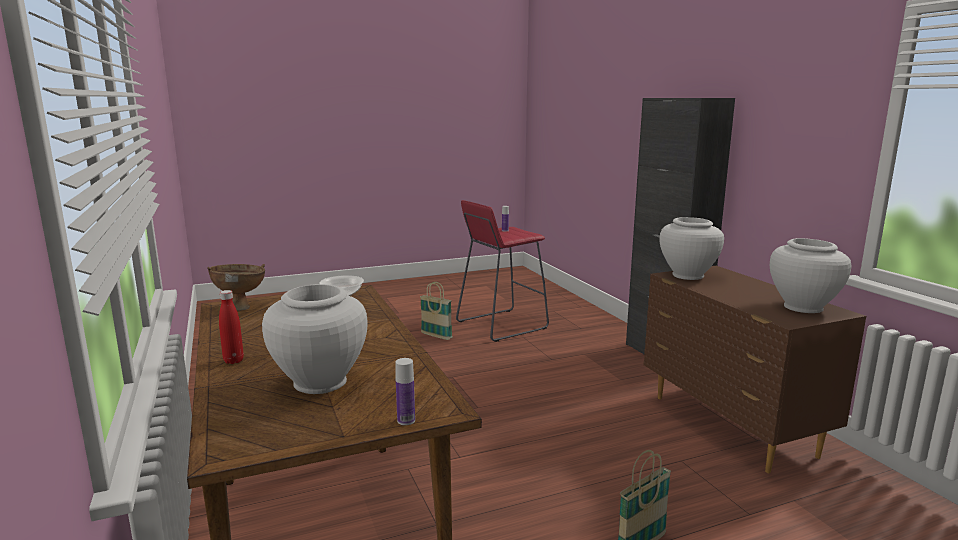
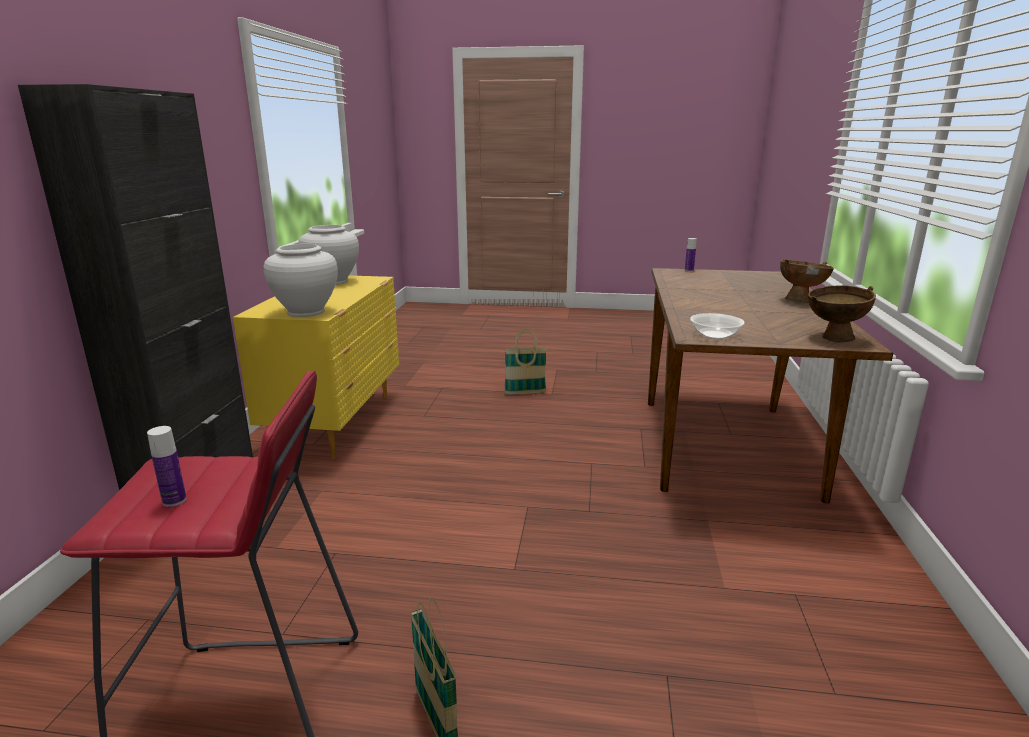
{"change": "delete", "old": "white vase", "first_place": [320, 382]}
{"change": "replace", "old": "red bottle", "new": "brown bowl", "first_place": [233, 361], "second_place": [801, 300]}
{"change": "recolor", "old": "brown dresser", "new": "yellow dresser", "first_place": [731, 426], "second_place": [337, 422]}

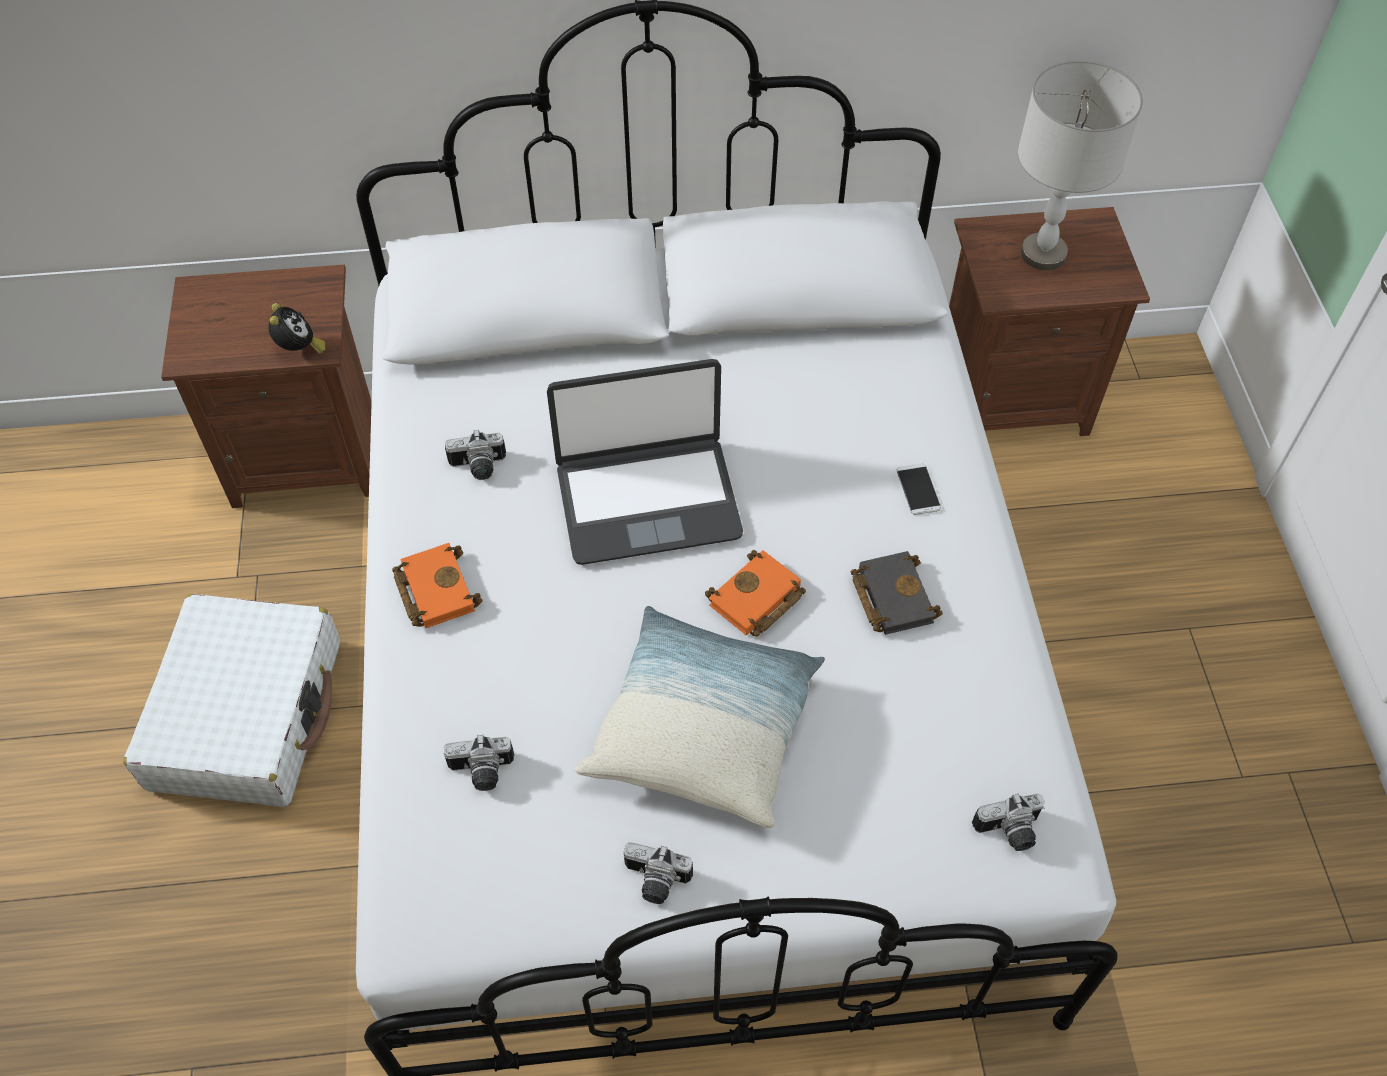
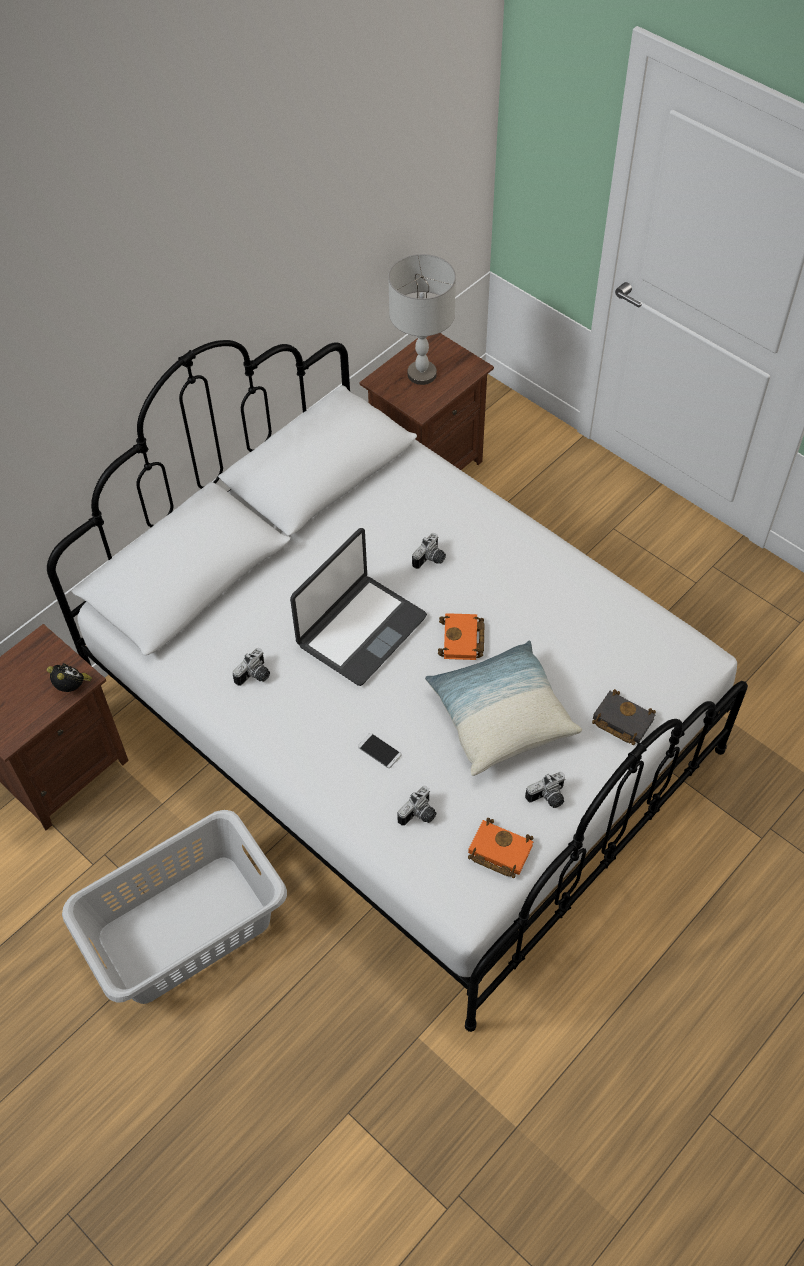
{"change": "move", "old": "orange book", "first_place": [434, 589], "second_place": [497, 851]}
{"change": "move", "old": "black book", "first_place": [890, 596], "second_place": [620, 721]}
{"change": "move", "old": "phone", "first_place": [918, 489], "second_place": [379, 751]}
{"change": "move", "old": "photo camera", "first_place": [1009, 832], "second_place": [431, 560]}
{"change": "replace", "old": "white suitcase", "new": "grey laundry basket", "first_place": [248, 714], "second_place": [183, 928]}

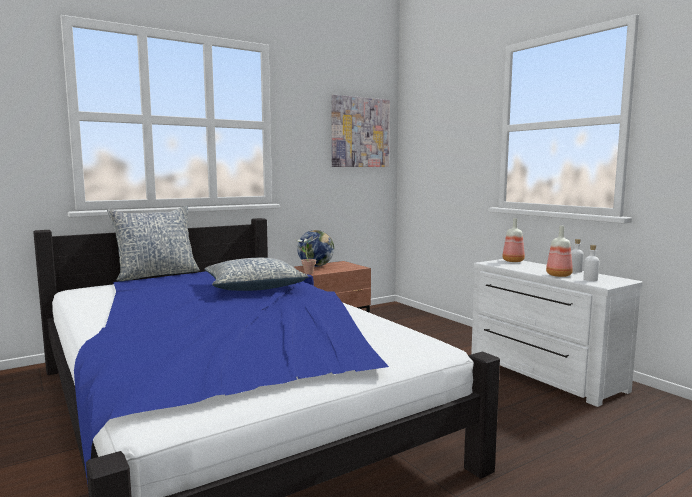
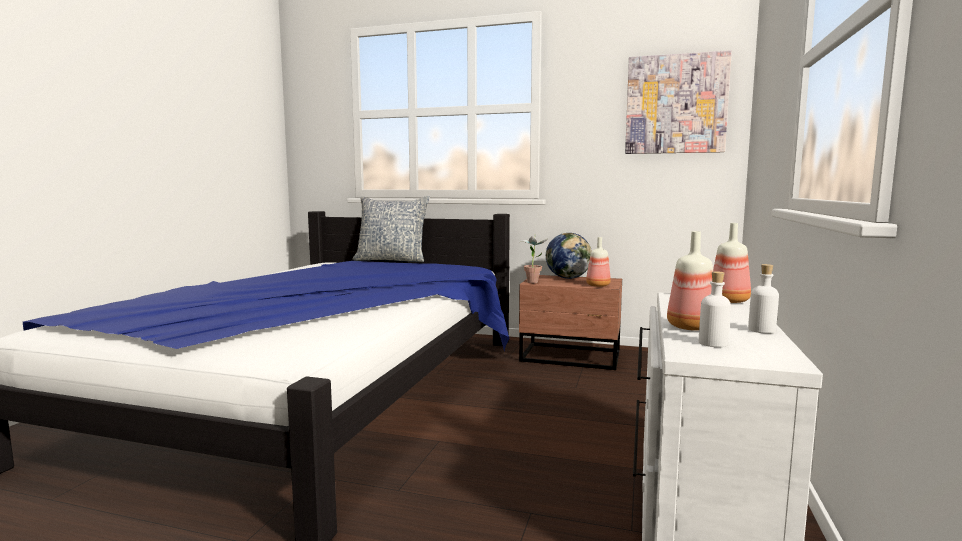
{"change": "delete", "old": "pillow", "first_place": [255, 287]}
{"change": "insert", "new": "bottle", "second_place": [597, 285]}

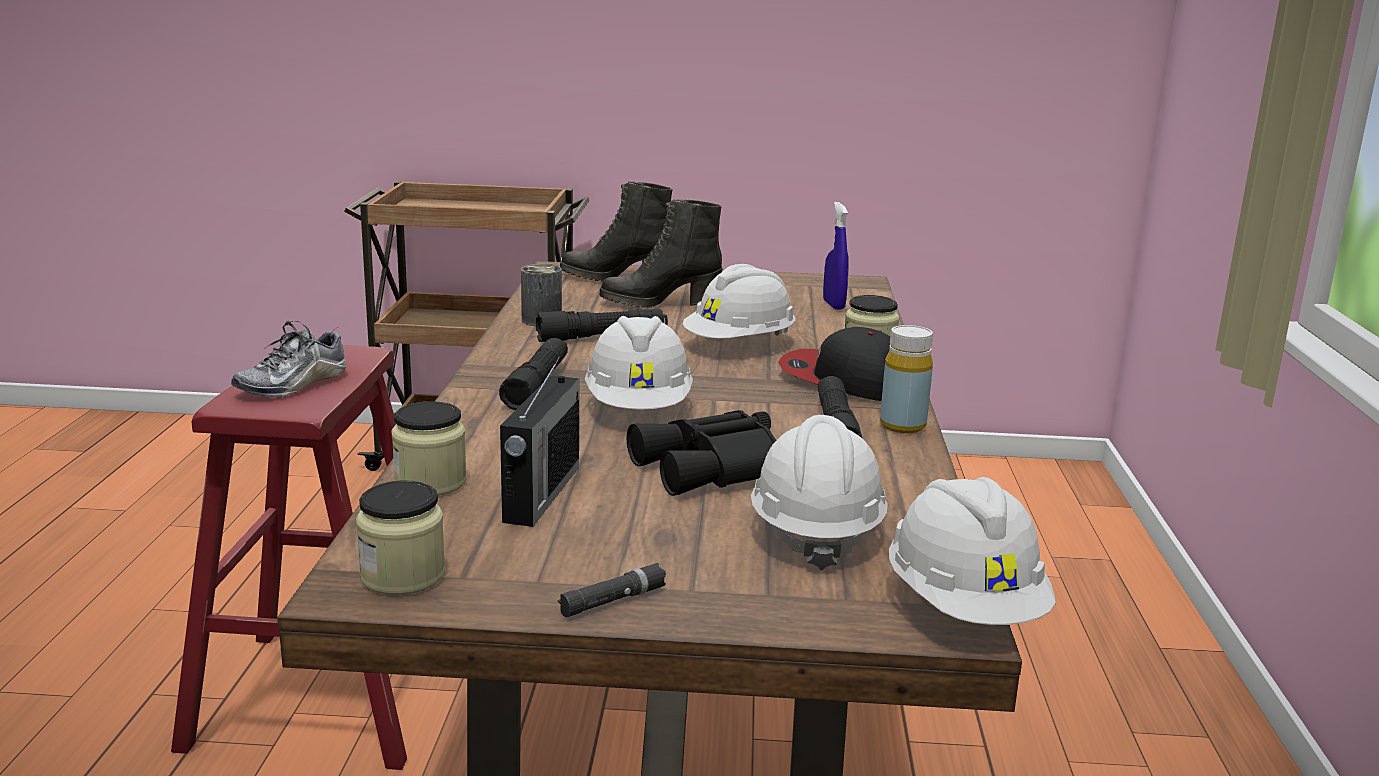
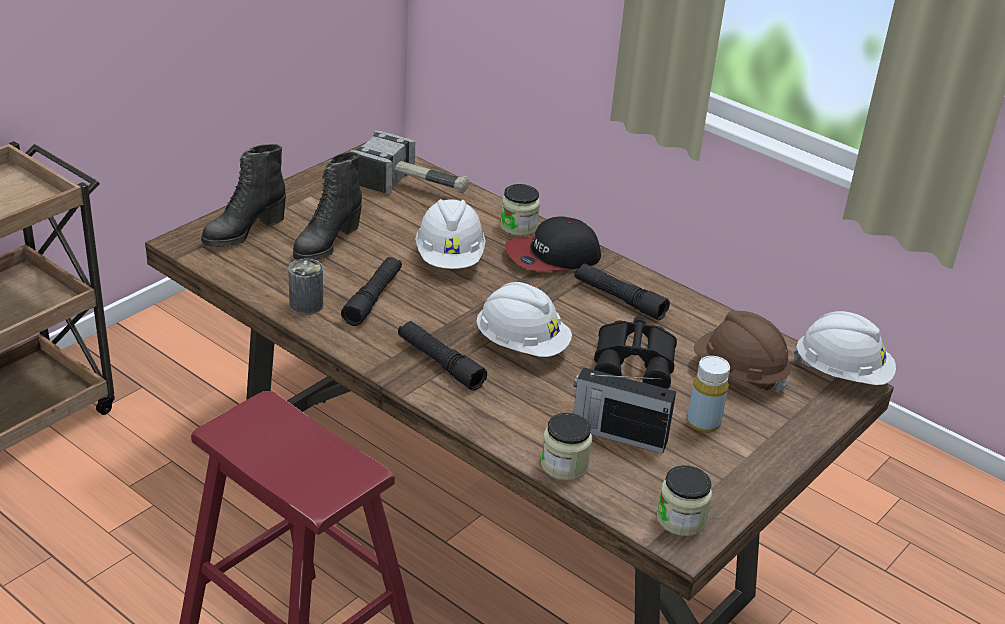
{"change": "delete", "old": "shoe", "first_place": [293, 384]}
{"change": "delete", "old": "black flashlight", "first_place": [612, 600]}
{"change": "move", "old": "yellow bottle", "first_place": [902, 425], "second_place": [703, 423]}
{"change": "replace", "old": "blue spray bottle", "new": "hammer", "first_place": [833, 305], "second_place": [413, 187]}
{"change": "recolor", "old": "white hard hat", "new": "brown hard hat", "first_place": [815, 532], "second_place": [739, 373]}
{"change": "rotate", "old": "radio", "first_place": [540, 494], "second_place": [617, 434], "degrees": 150}

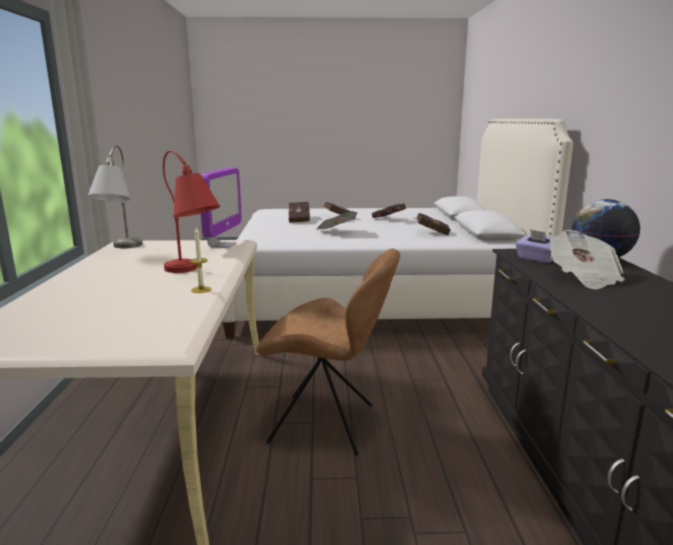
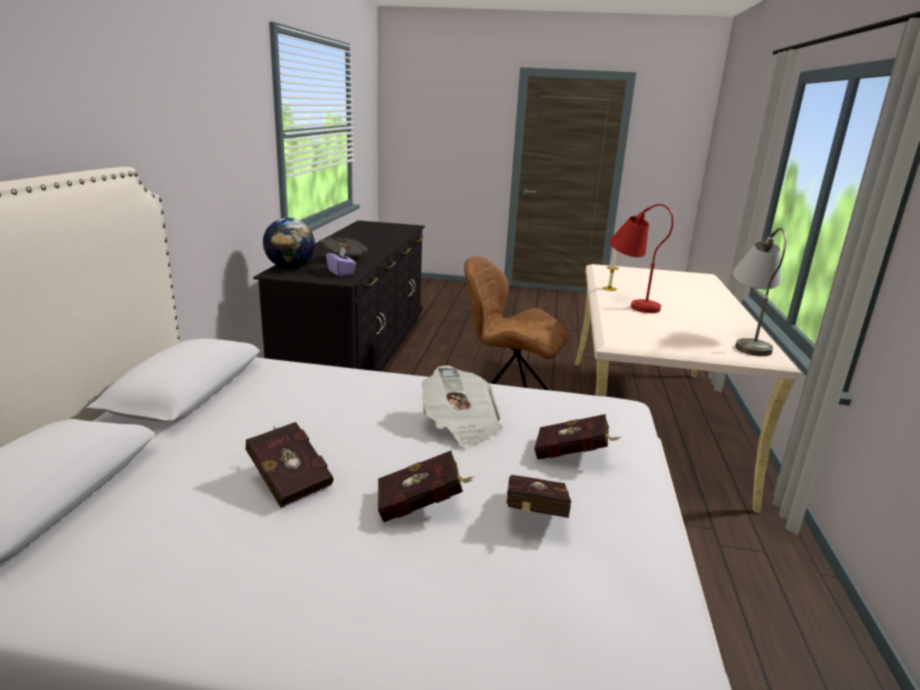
{"change": "delete", "old": "monitor", "first_place": [222, 245]}
{"change": "move", "old": "red book", "first_place": [431, 233], "second_place": [573, 455]}

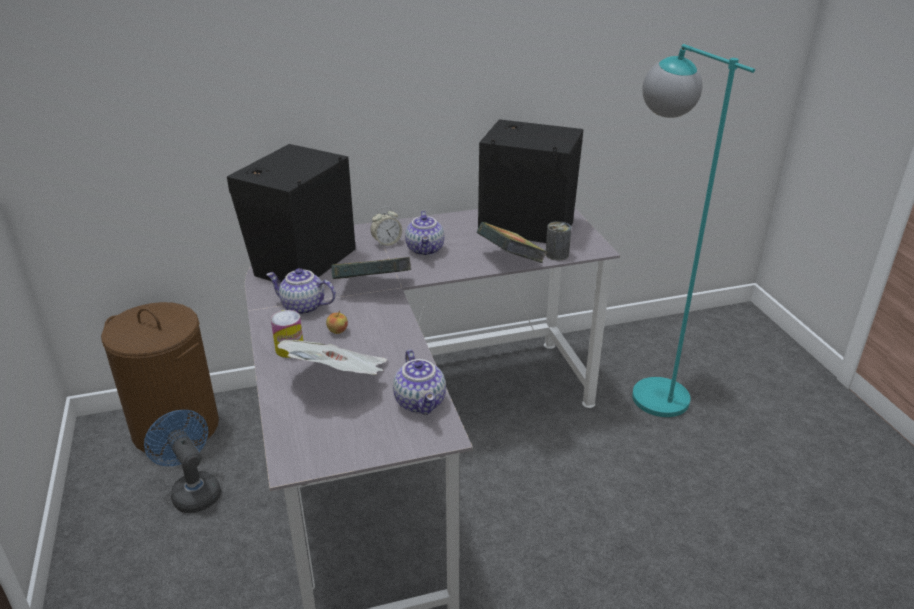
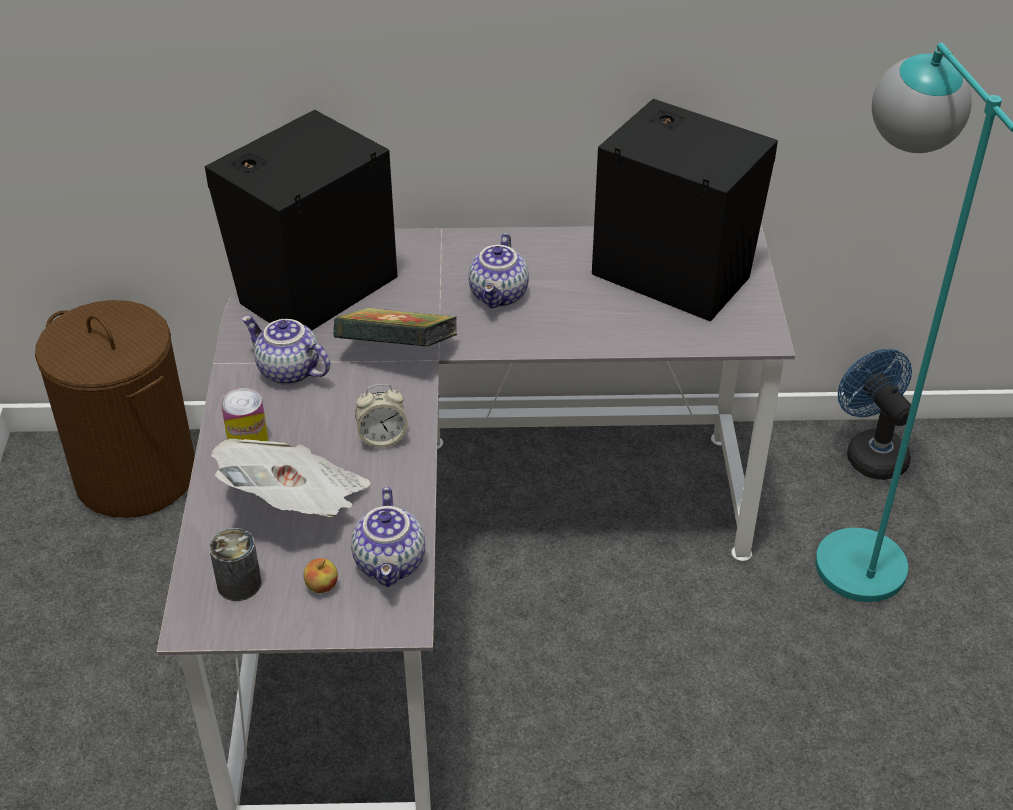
{"change": "delete", "old": "book", "first_place": [510, 261]}
{"change": "move", "old": "blue fan", "first_place": [193, 491], "second_place": [870, 452]}
{"change": "move", "old": "apple", "first_place": [337, 331], "second_place": [322, 586]}
{"change": "move", "old": "alarm clock", "first_place": [386, 243], "second_place": [382, 438]}
{"change": "move", "old": "can", "first_place": [557, 254], "second_place": [239, 583]}

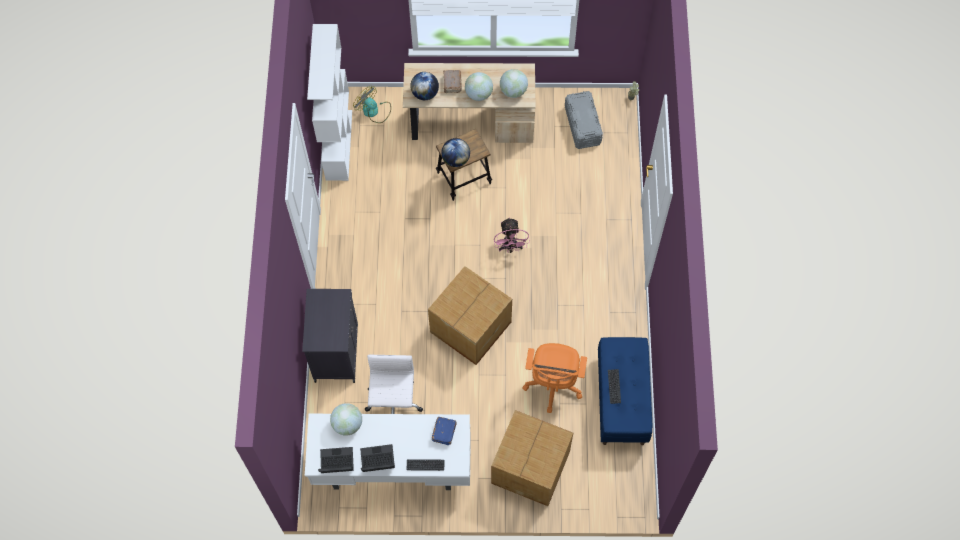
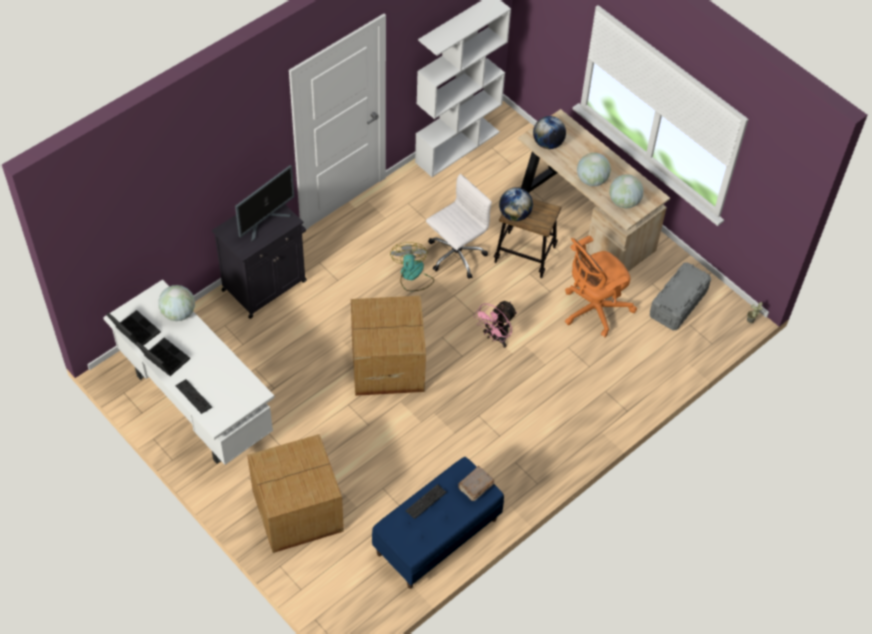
{"change": "delete", "old": "blue book", "first_place": [444, 432]}
{"change": "insert", "new": "monitor", "second_place": [265, 221]}
{"change": "move", "old": "fan", "first_place": [374, 111], "second_place": [412, 275]}
{"change": "move", "old": "white office chair", "first_place": [394, 403], "second_place": [455, 256]}
{"change": "move", "old": "brown book", "first_place": [452, 84], "second_place": [475, 487]}
{"change": "move", "old": "orange office chair", "first_place": [553, 385], "second_place": [593, 310]}

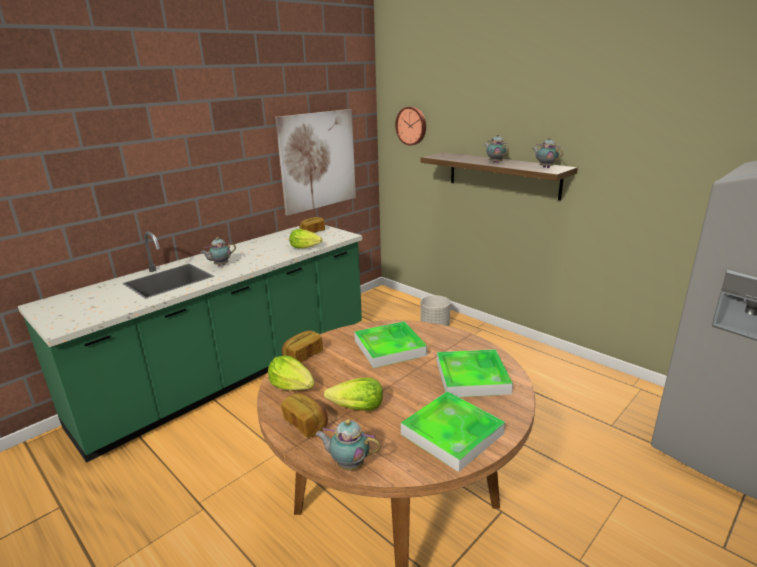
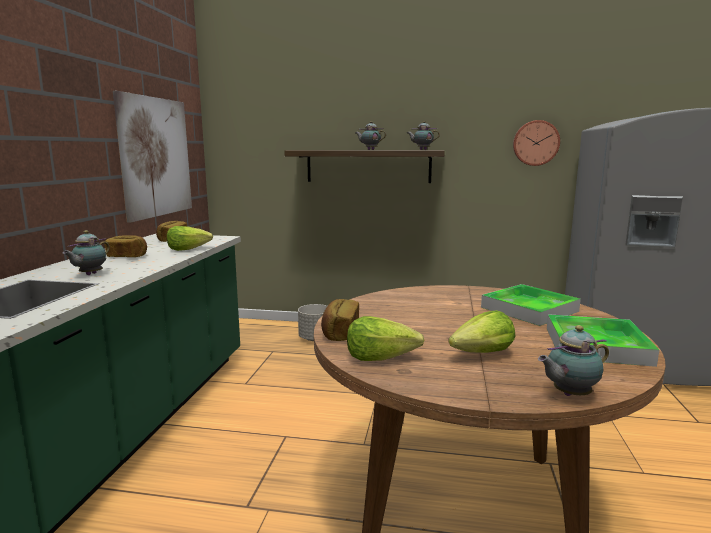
{"change": "delete", "old": "tray", "first_place": [389, 348]}
{"change": "move", "old": "bread", "first_place": [306, 424], "second_place": [127, 256]}
{"change": "move", "old": "wall clock", "first_place": [412, 126], "second_place": [535, 143]}

